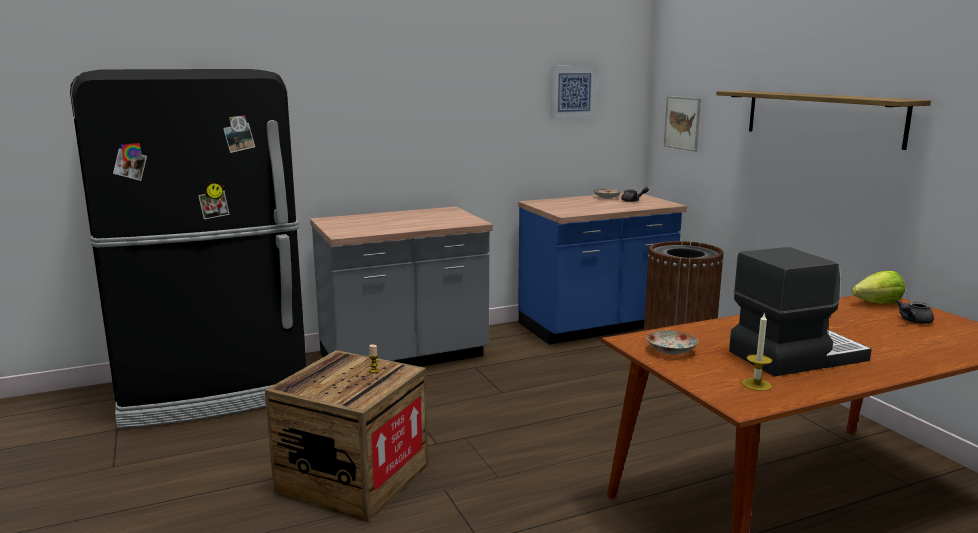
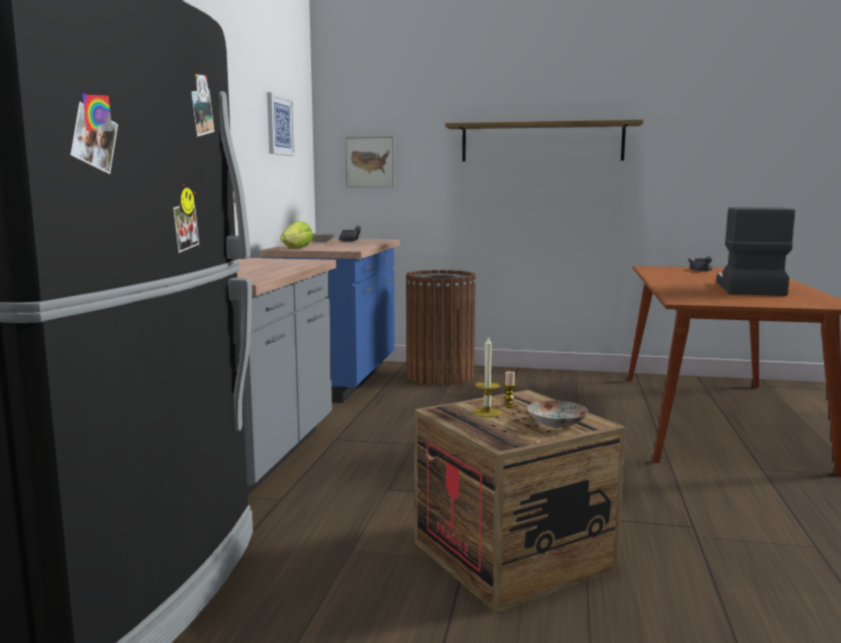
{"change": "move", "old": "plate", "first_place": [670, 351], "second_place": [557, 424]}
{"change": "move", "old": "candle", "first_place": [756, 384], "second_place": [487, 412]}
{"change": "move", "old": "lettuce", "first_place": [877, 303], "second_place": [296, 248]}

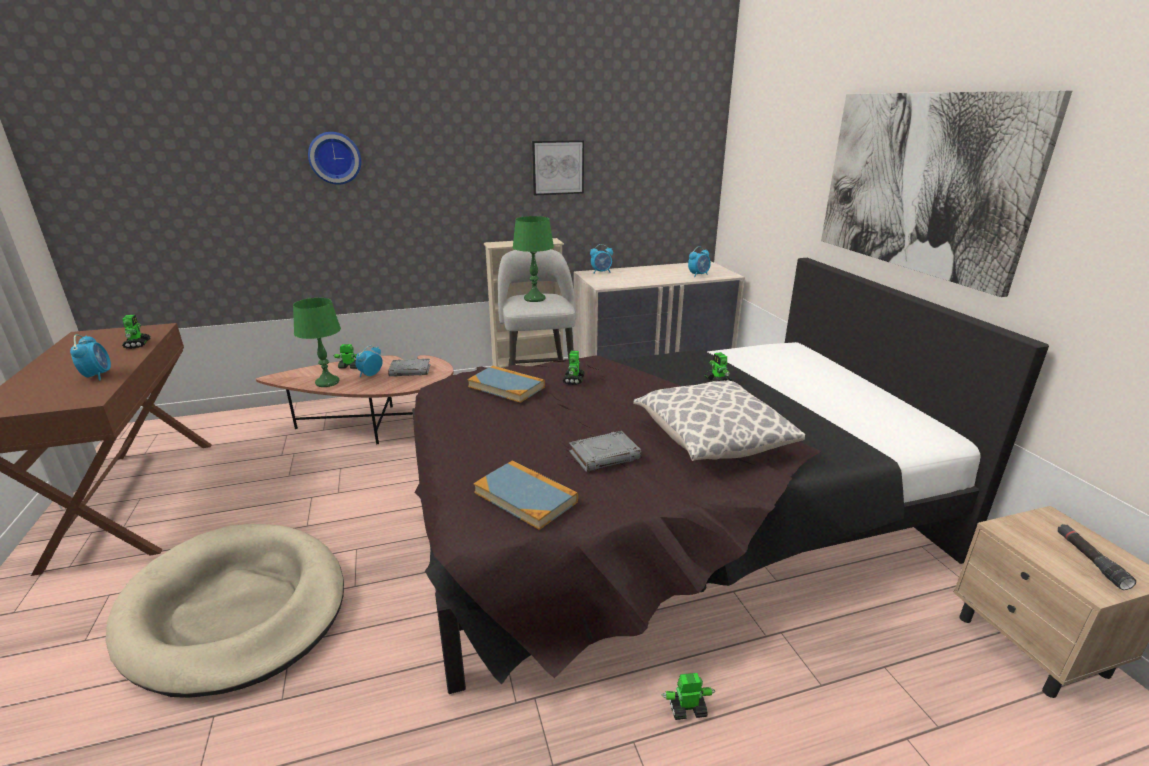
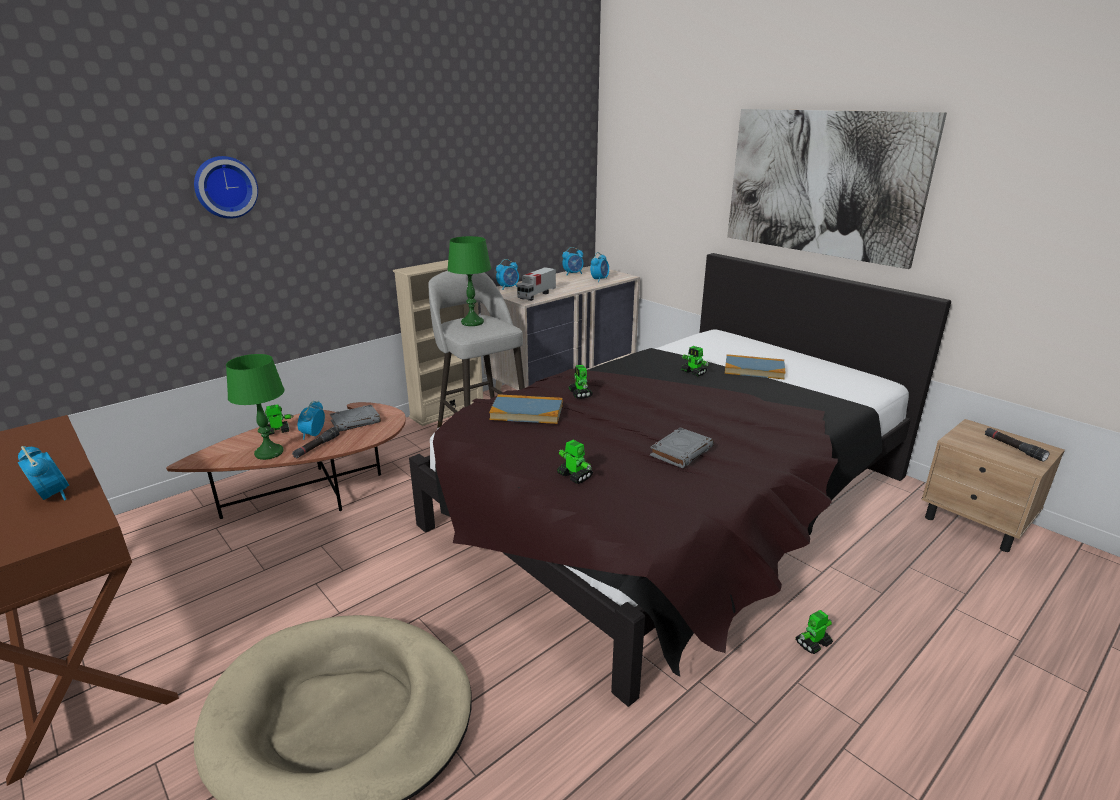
{"change": "delete", "old": "picture", "first_place": [557, 167]}
{"change": "delete", "old": "pillow", "first_place": [712, 440]}
{"change": "insert", "new": "black flashlight", "second_place": [316, 447]}
{"change": "insert", "new": "toy truck", "second_place": [536, 295]}
{"change": "insert", "new": "alarm clock", "second_place": [573, 274]}
{"change": "move", "old": "toy robot", "first_place": [137, 344], "second_place": [574, 476]}
{"change": "move", "old": "book", "first_place": [525, 497], "second_place": [754, 369]}

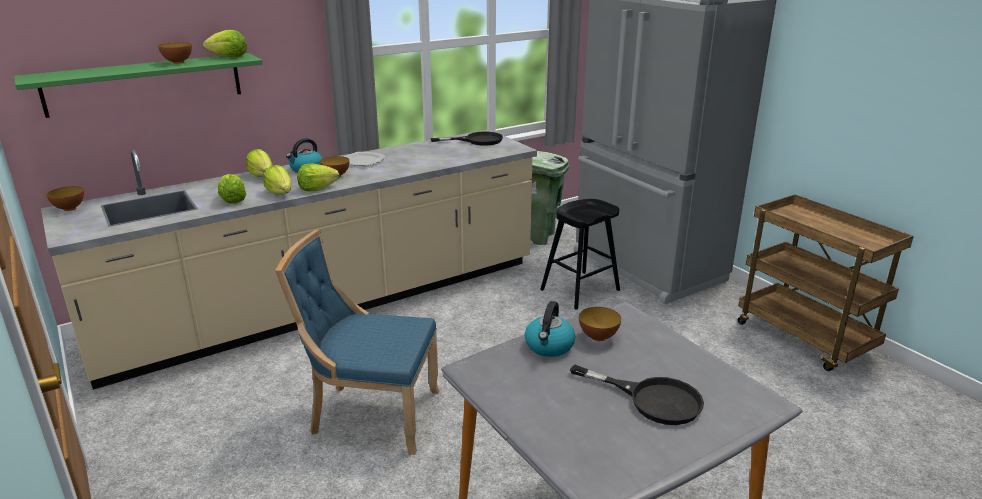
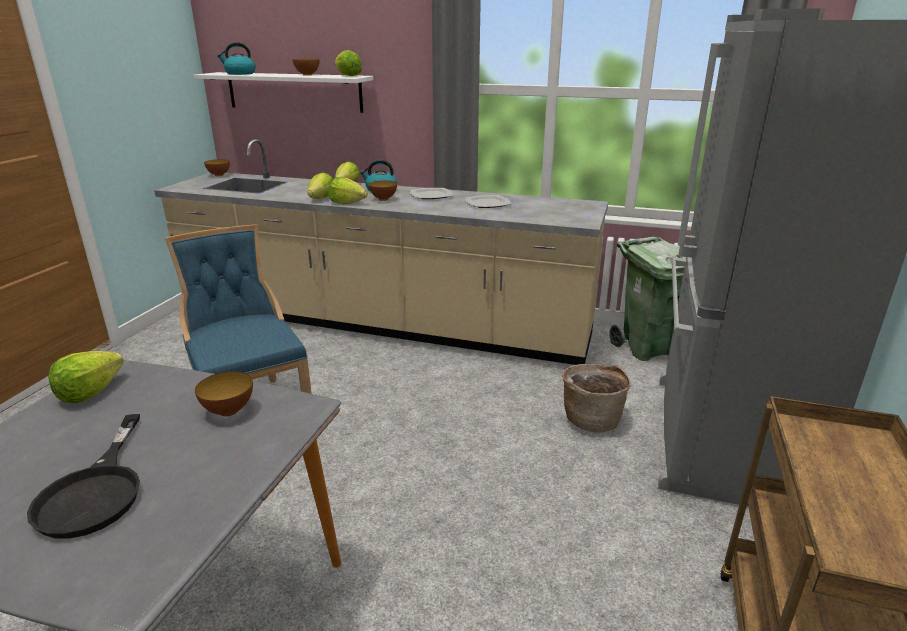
{"change": "delete", "old": "black frying pan", "first_place": [477, 140]}
{"change": "insert", "new": "plate", "second_place": [487, 203]}
{"change": "move", "old": "lettuce", "first_place": [233, 200], "second_place": [90, 392]}
{"change": "move", "old": "kettle", "first_place": [549, 346], "second_place": [239, 73]}
{"change": "replace", "old": "black stool", "new": "basket", "first_place": [580, 290], "second_place": [591, 419]}
{"change": "recolor", "old": "green shelf", "new": "white shelf", "first_place": [144, 84], "second_place": [294, 92]}

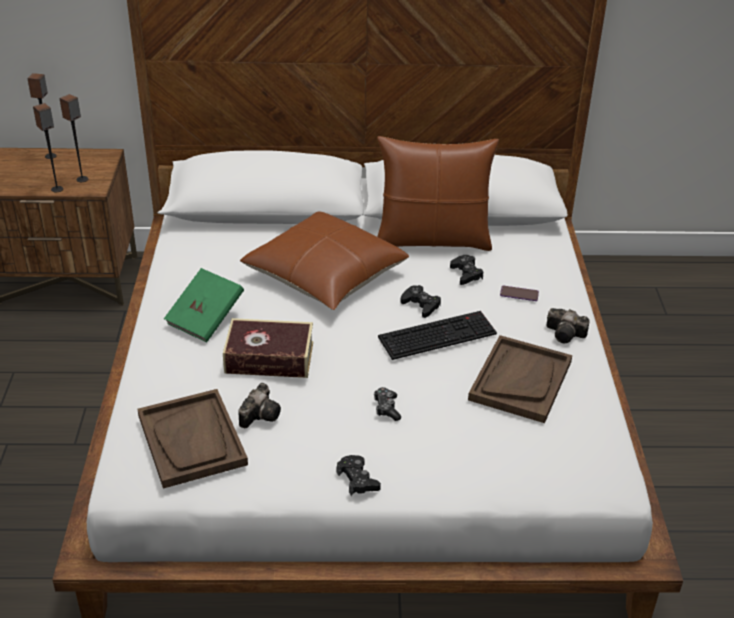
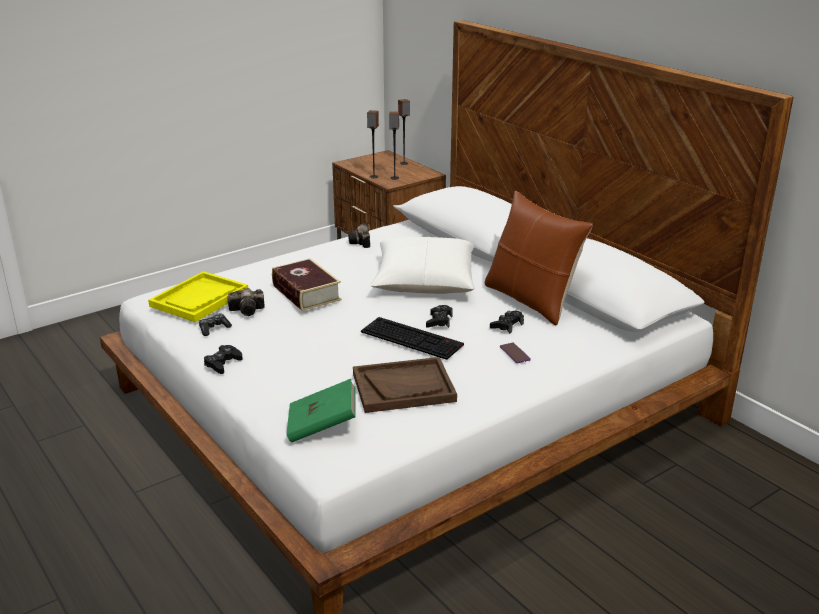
{"change": "move", "old": "green book", "first_place": [206, 319], "second_place": [322, 426]}
{"change": "move", "old": "game controller", "first_place": [386, 408], "second_place": [214, 328]}
{"change": "move", "old": "photo camera", "first_place": [566, 335], "second_place": [361, 243]}
{"change": "recolor", "old": "brown tray", "new": "yellow tray", "first_place": [192, 440], "second_place": [199, 299]}
{"change": "recolor", "old": "brown pillow", "new": "white pillow", "first_place": [325, 276], "second_place": [424, 281]}

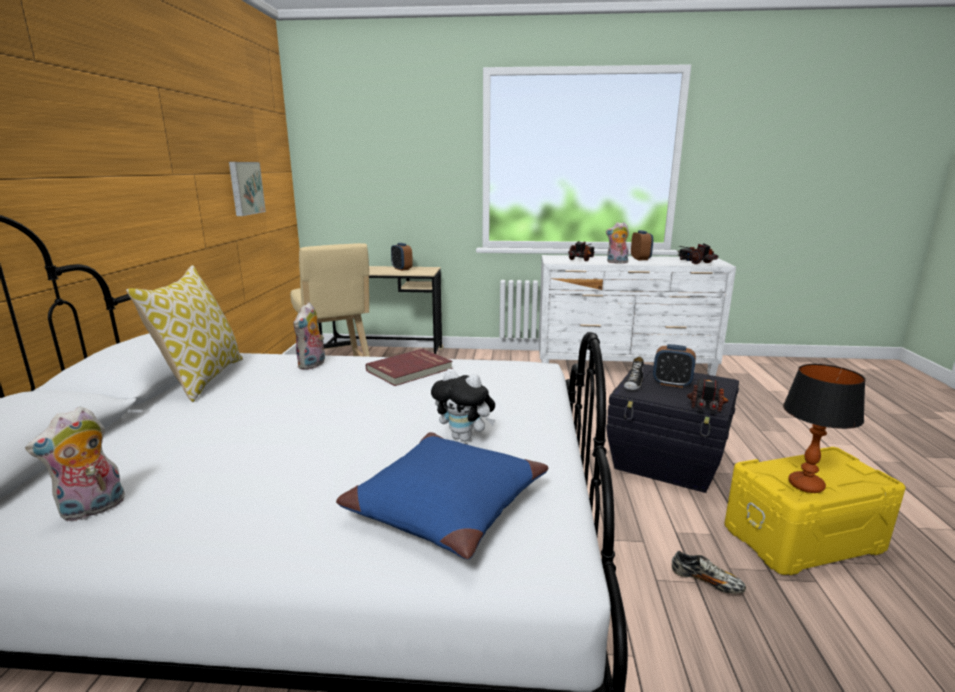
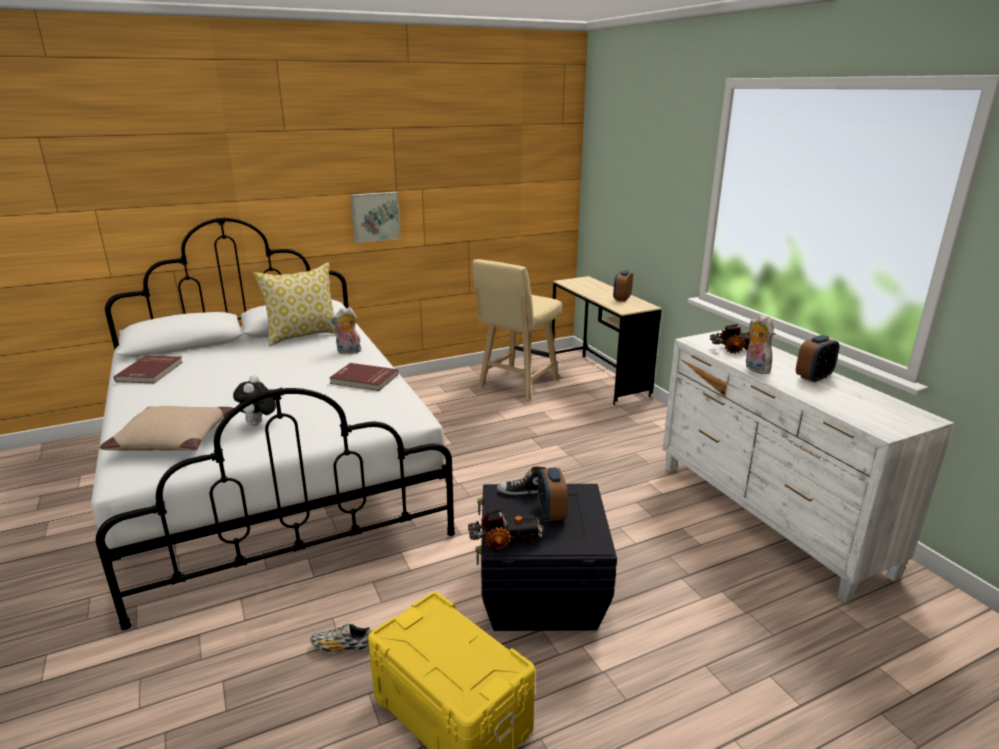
{"change": "delete", "old": "toy truck", "first_place": [695, 262]}
{"change": "delete", "old": "table lamp", "first_place": [806, 485]}
{"change": "move", "old": "picture", "first_place": [245, 188], "second_place": [375, 216]}
{"change": "replace", "old": "plush toy", "new": "red book", "first_place": [92, 510], "second_place": [151, 372]}
{"change": "recolor", "old": "blue pillow", "new": "beige pillow", "first_place": [445, 505], "second_place": [173, 439]}
{"change": "rotate", "old": "shoe", "first_place": [706, 582], "second_place": [342, 647], "degrees": 90}

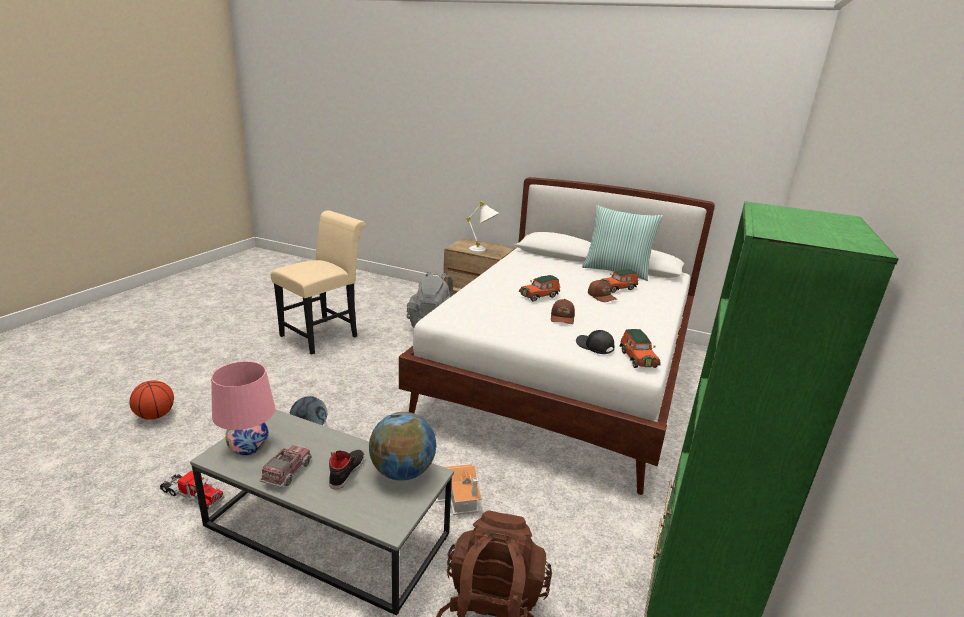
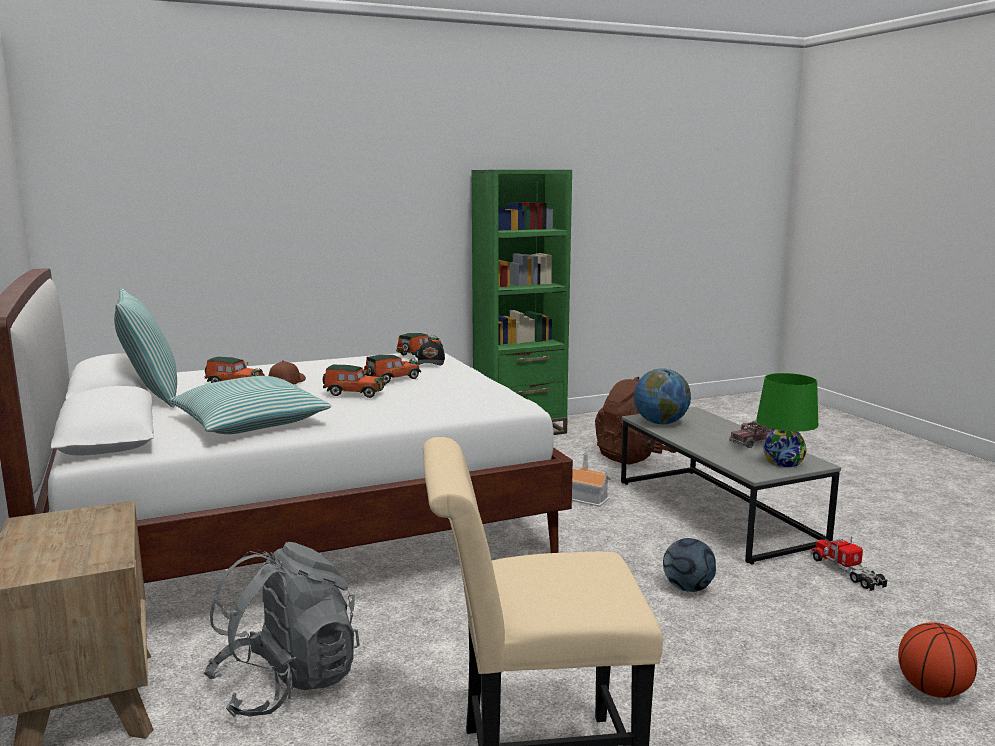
{"change": "delete", "old": "black shoe", "first_place": [346, 471]}
{"change": "delete", "old": "white table lamp", "first_place": [483, 251]}
{"change": "insert", "new": "pillow", "second_place": [250, 422]}
{"change": "replace", "old": "brown cap", "new": "toy car", "first_place": [563, 318], "second_place": [391, 379]}
{"change": "recolor", "old": "pink table lamp", "new": "green table lamp", "first_place": [248, 446], "second_place": [783, 462]}

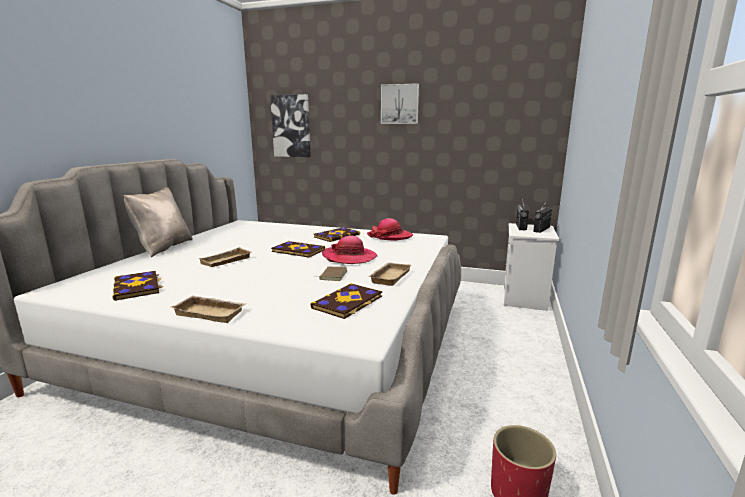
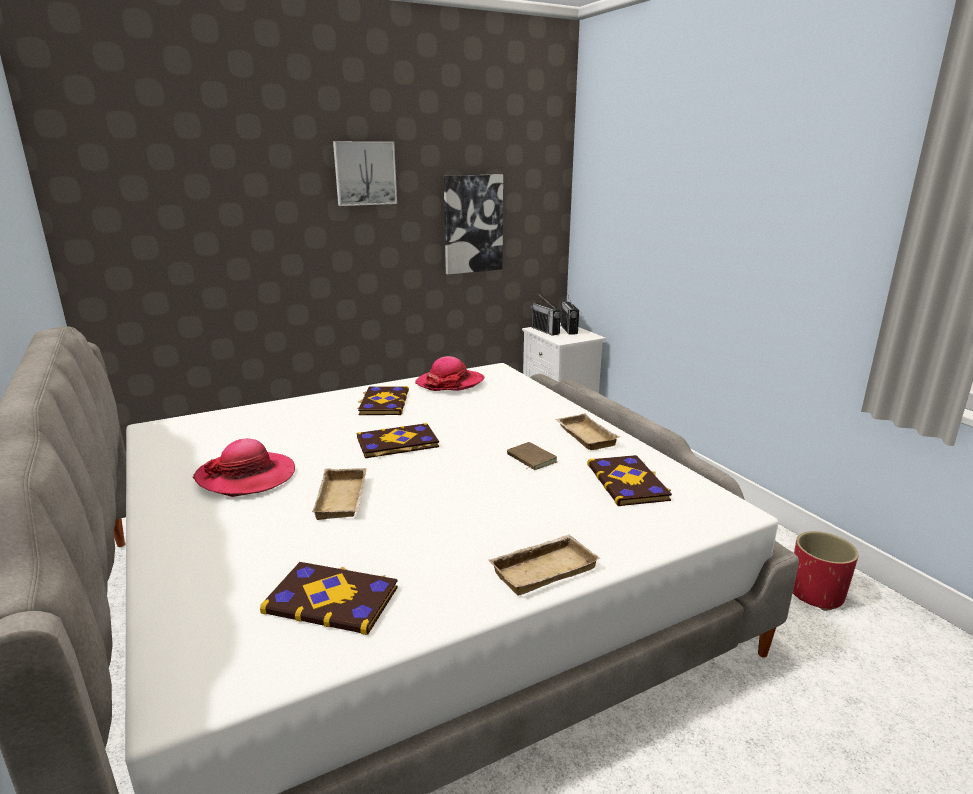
{"change": "delete", "old": "beige pillow", "first_place": [163, 247]}
{"change": "move", "old": "picture", "first_place": [291, 126], "second_place": [472, 224]}
{"change": "move", "old": "hat", "first_place": [349, 257], "second_place": [246, 476]}

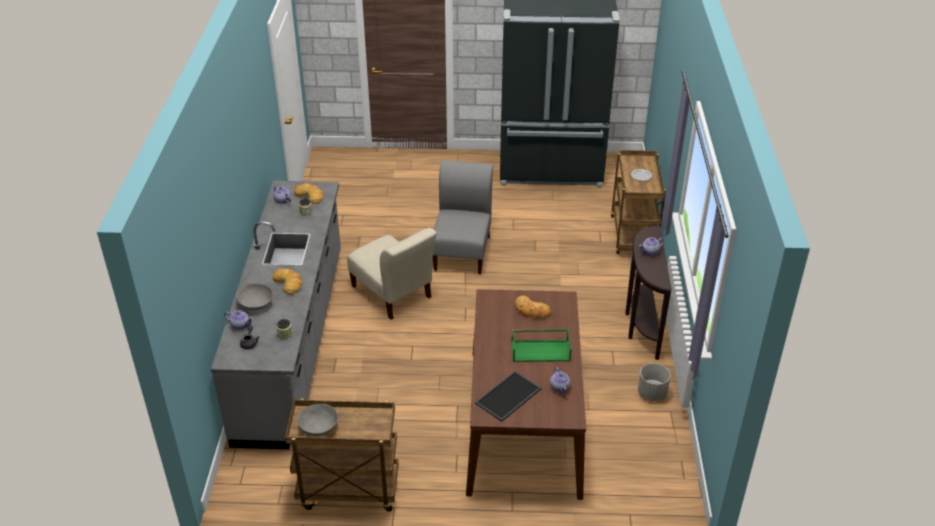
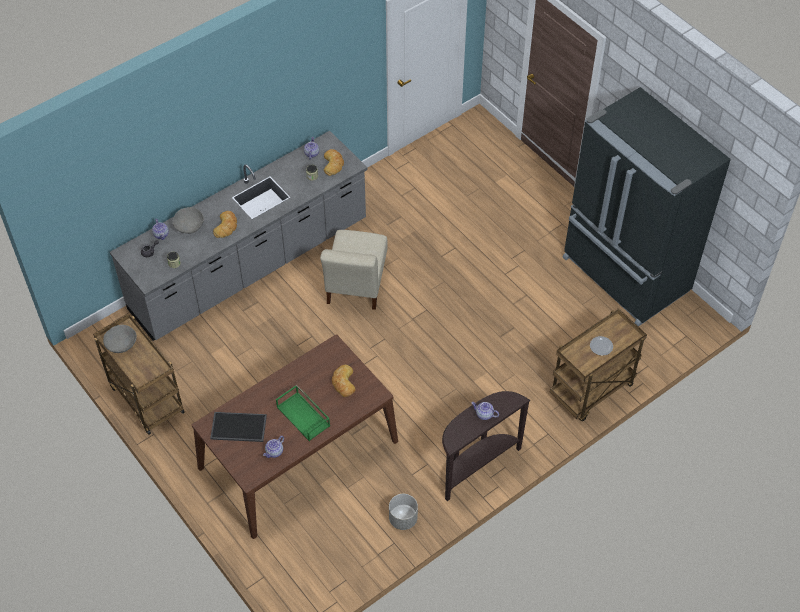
{"change": "delete", "old": "grey chair", "first_place": [462, 251]}

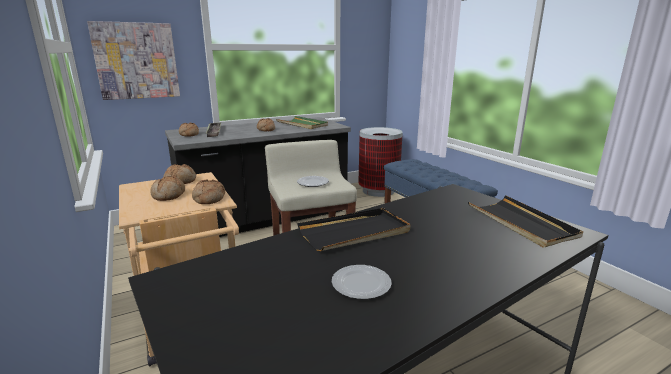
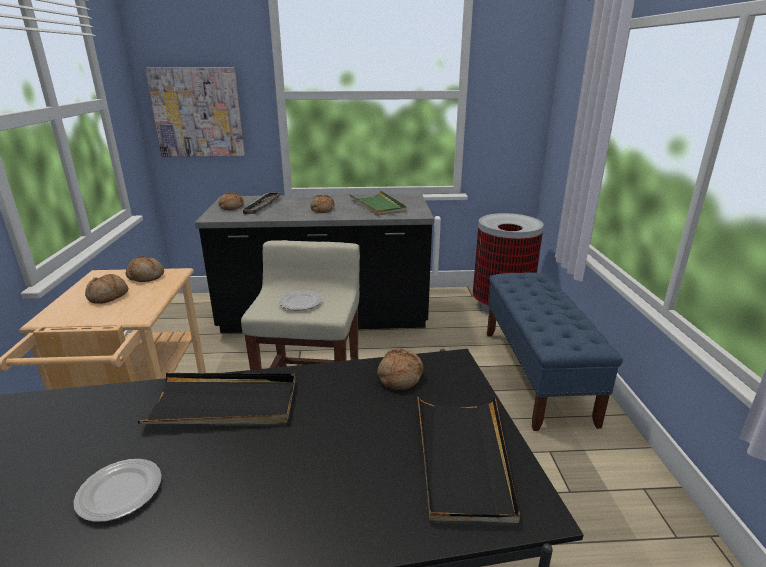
{"change": "move", "old": "bread", "first_place": [208, 199], "second_place": [399, 376]}

